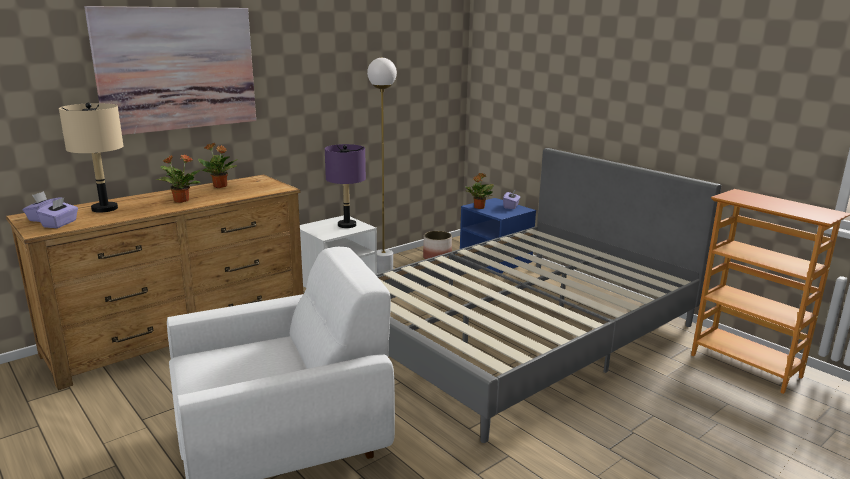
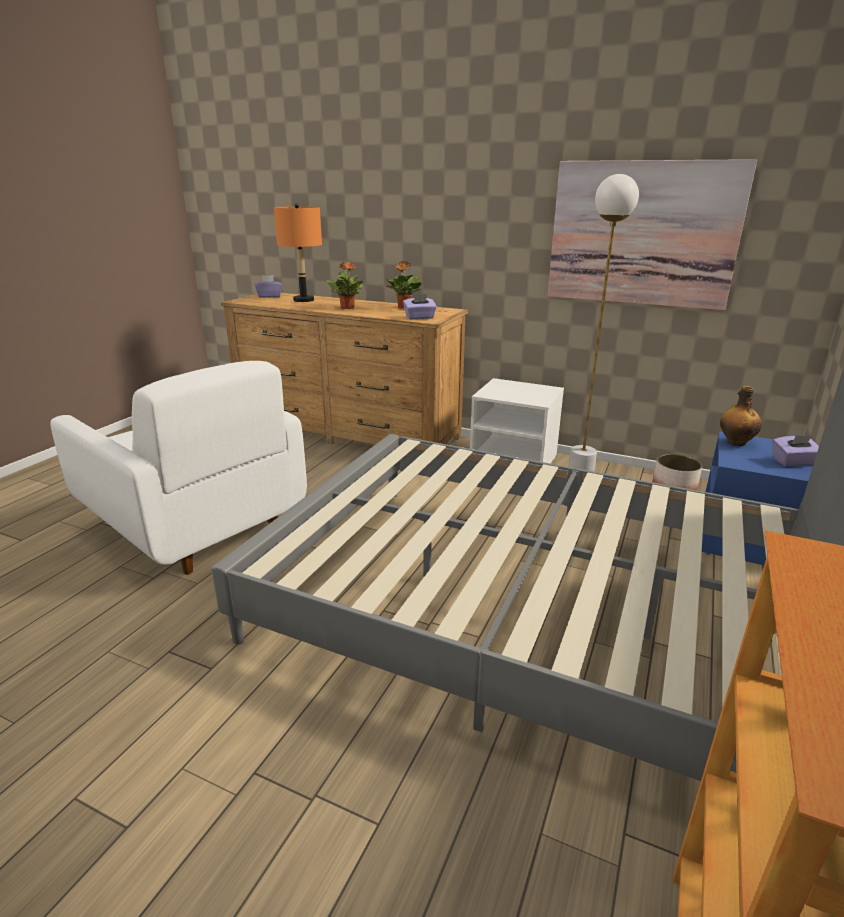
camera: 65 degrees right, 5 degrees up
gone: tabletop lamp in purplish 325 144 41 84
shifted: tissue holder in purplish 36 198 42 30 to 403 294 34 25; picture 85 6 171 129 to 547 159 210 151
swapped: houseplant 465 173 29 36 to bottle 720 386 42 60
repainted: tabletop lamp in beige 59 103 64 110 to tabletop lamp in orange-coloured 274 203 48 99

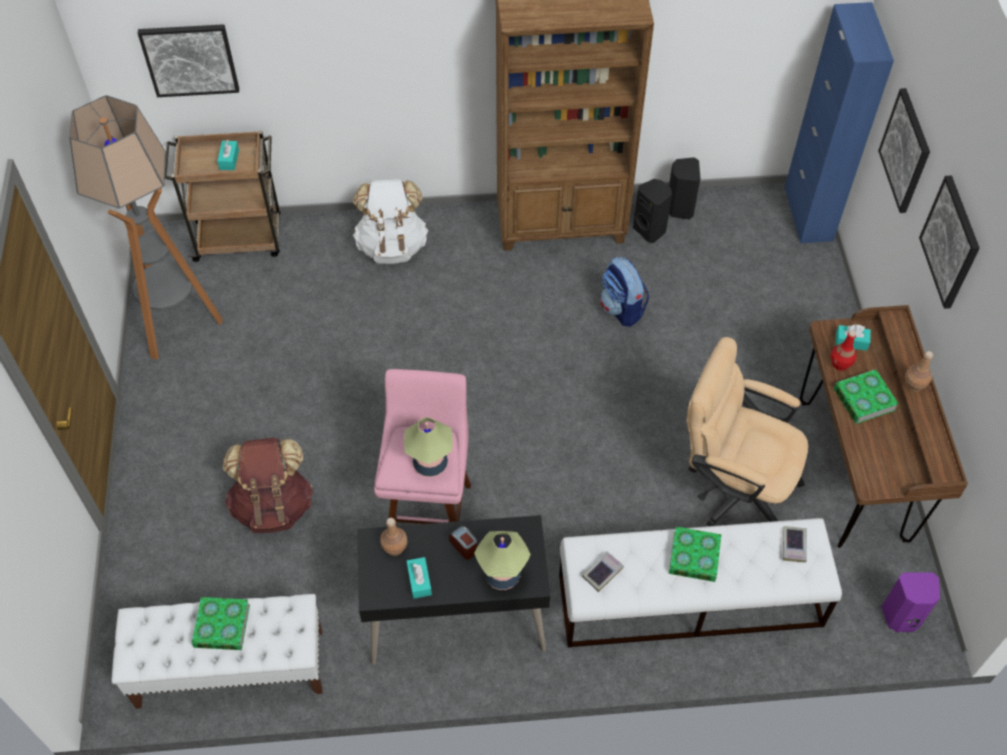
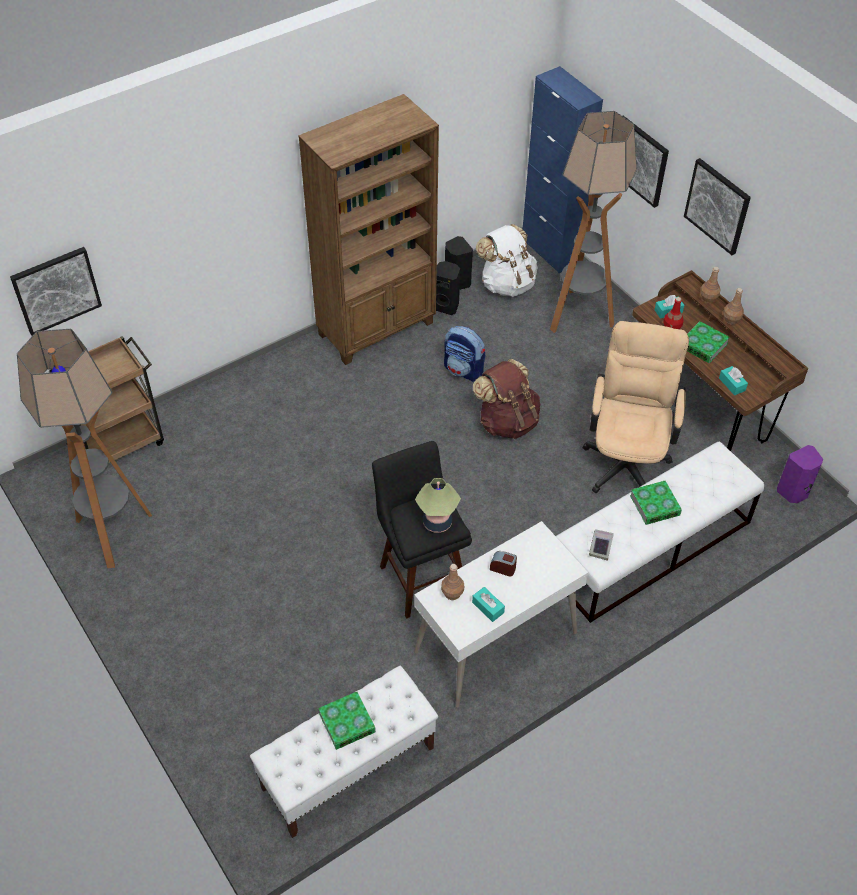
camera: 30 degrees left, 5 degrees down
gone: tabletop lamp 474 531 57 59; volume 783 526 24 36
new: standing lamp 550 111 87 222; bottle in brown-coloured 700 267 21 36
shifted: tissue holder in turquoise 217 140 22 30 to 719 366 29 29; knapsack in brown-coloured 223 438 90 95 to 473 359 67 80; knapsack in white-coloured 353 179 76 85 to 476 224 62 73
repainted: desk table in blackish 357 515 193 150 to desk table in white-coloured 414 521 174 187; sitting stool in pink 374 369 97 155 to sitting stool in blackish 372 441 100 178
rotated: desk chair in beige 687 337 121 189 = 583 321 106 173 105 degrees clockwise

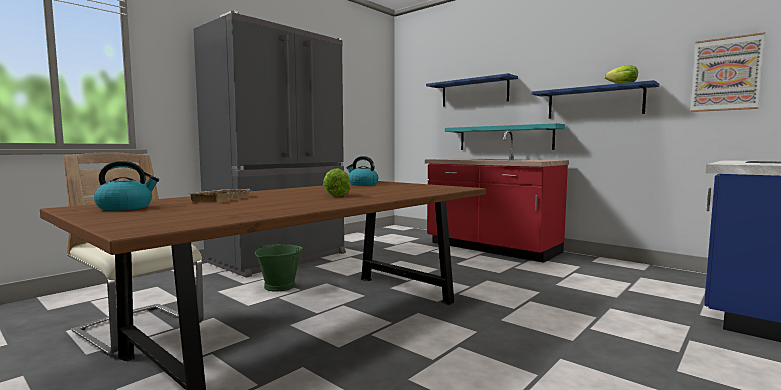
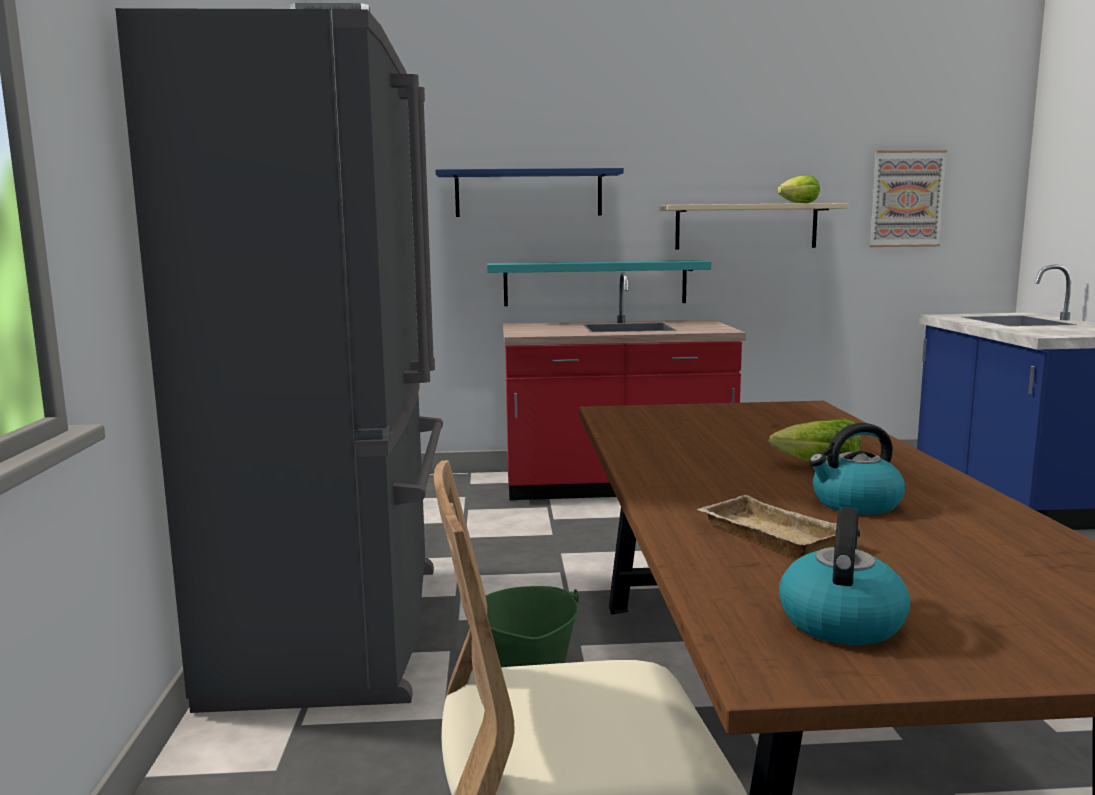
camera: 45 degrees left, 5 degrees up
shifted: tea kettle 347 156 31 30 to 809 423 96 92
repainted: bracket shelf in blue 531 80 128 38 to bracket shelf in beige 660 203 189 47

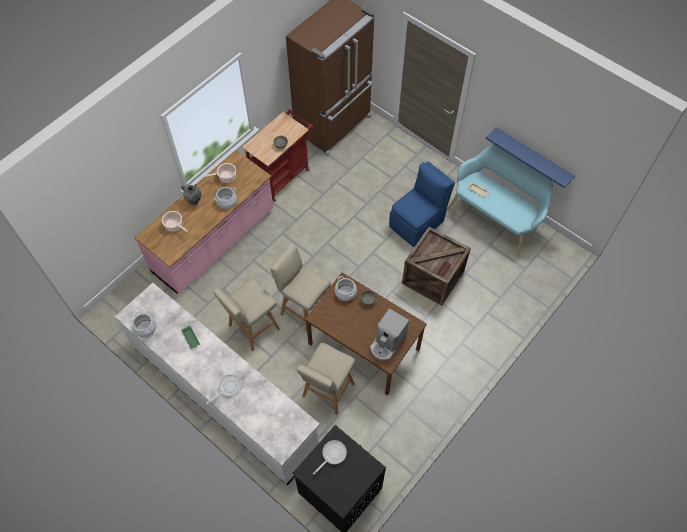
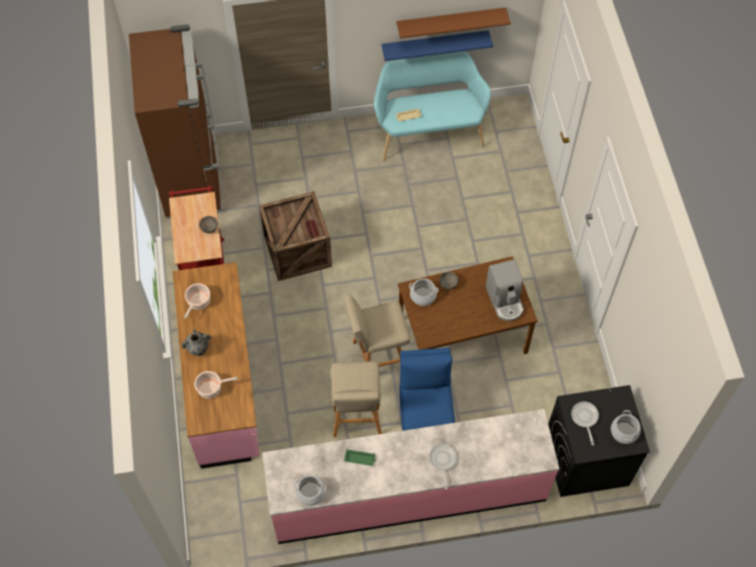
camera: 50 degrees left, 0 degrees up
gone: sitting stool in beige 297 343 58 72
new: bracket shelf in brown-coloured 396 7 115 31
shifted: saucepot 215 187 22 22 to 611 410 30 34; upright chair in blue 389 161 66 86 to 399 348 56 83; shipping crate 402 227 69 79 to 259 191 73 90
repainted: kitchen base unit in white-coloured 115 283 205 203 to kitchen base unit in pink 262 409 298 135

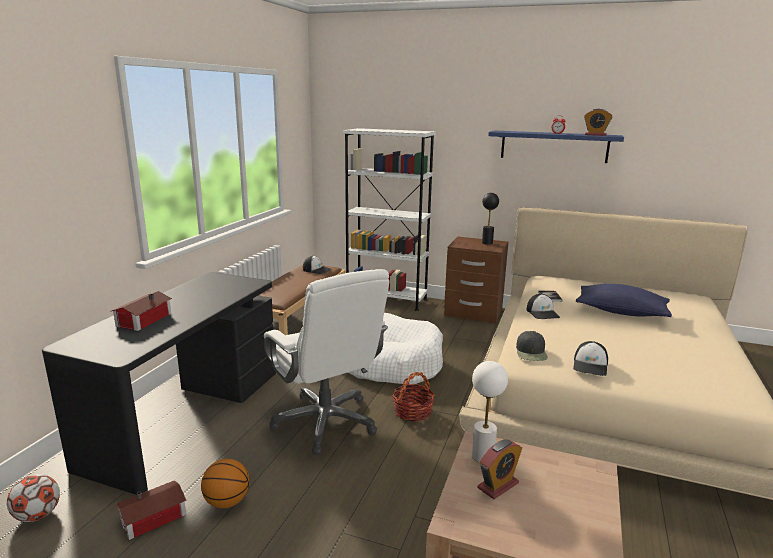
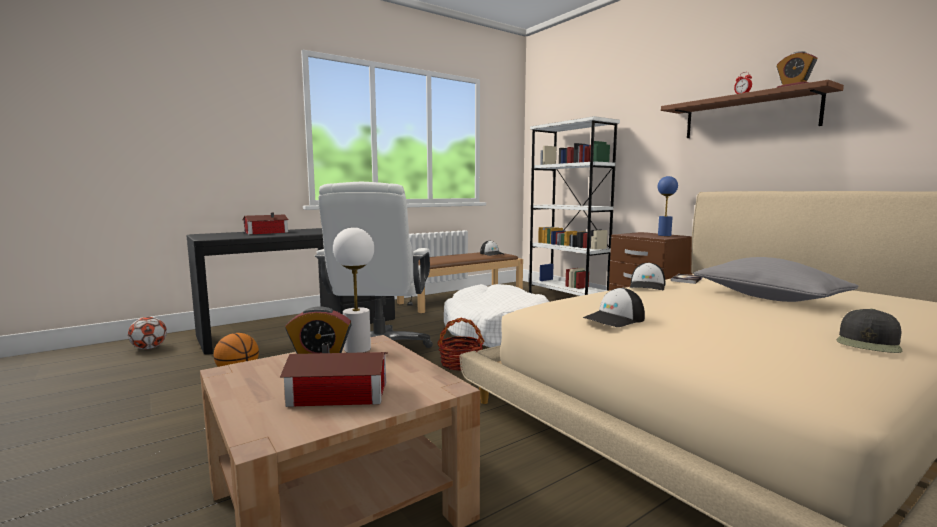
camera: 35 degrees right, 10 degrees down
shifted: miniature house 116 480 70 60 to 280 343 108 64; peaked cap in blackish 516 331 32 30 to 837 309 65 44
repainted: tabletop lamp in blackish 482 193 17 52 to tabletop lamp in blue 658 176 20 60; bracket shelf in blue 488 131 136 32 to bracket shelf in brown-coloured 661 80 183 58; pillow in blue 576 284 96 33 to pillow in grey 694 257 165 45

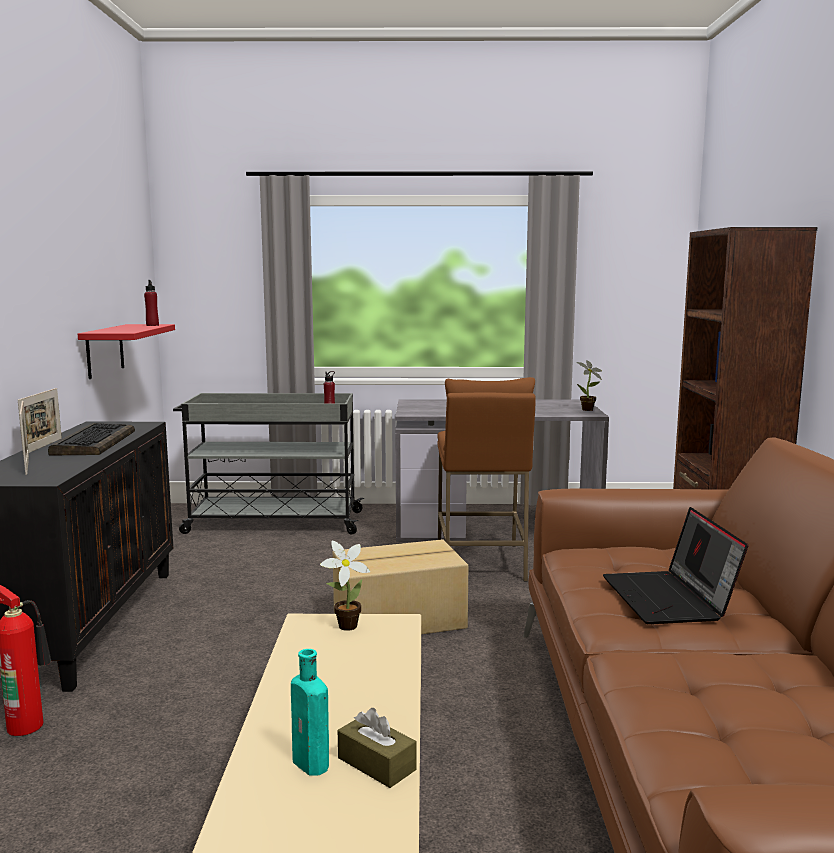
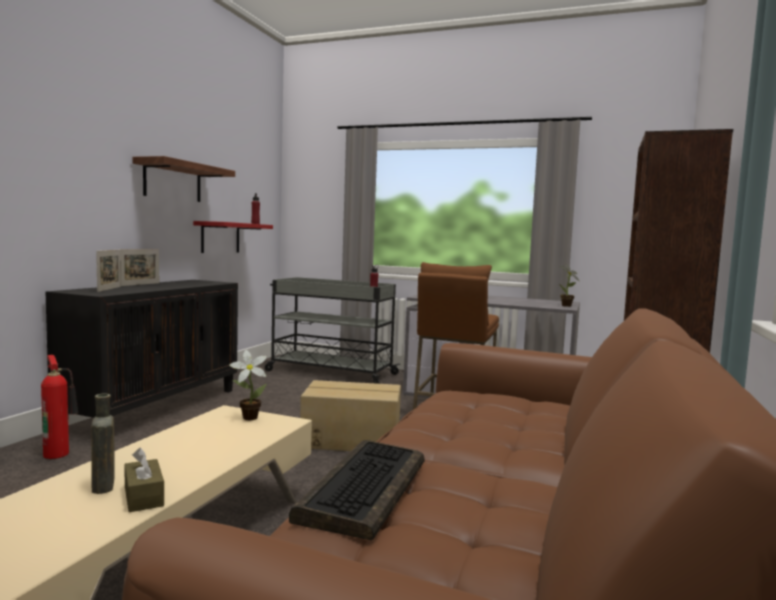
camera: 20 degrees right, 5 degrees down
gone: portable computer 603 507 145 117
new: bracket shelf 133 156 102 46
shifted: keyboard 48 423 87 33 to 289 440 136 101
repainted: bottle in turquoise 291 649 38 127 to bottle in brown-coloured 91 394 24 100

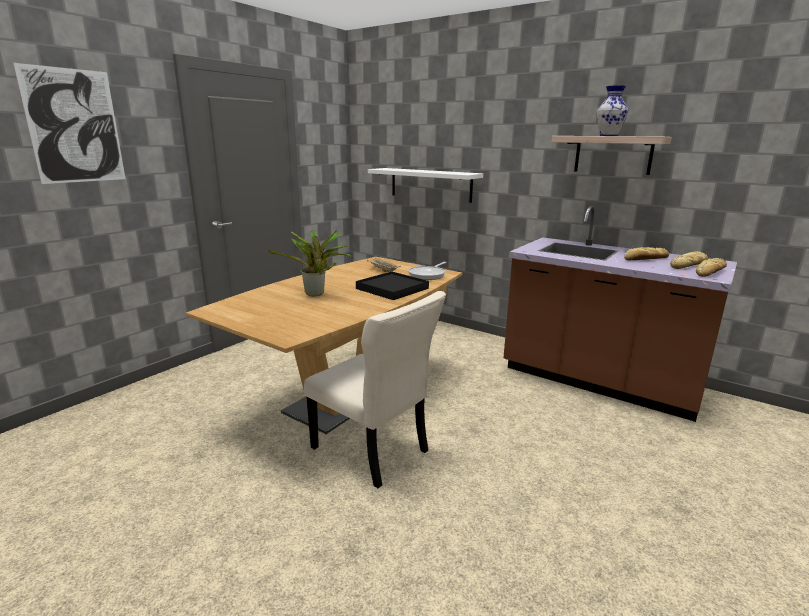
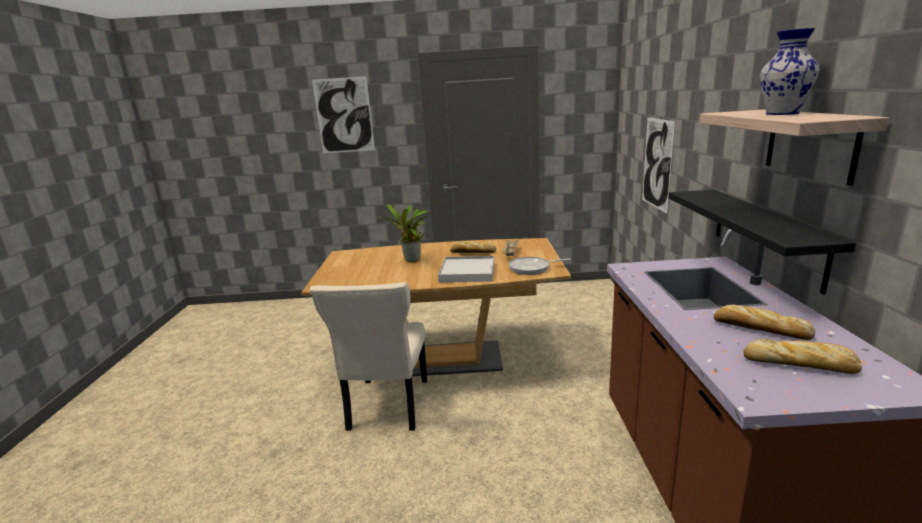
camera: 55 degrees right, 0 degrees up
new: bracket shelf in blackish 668 190 188 104
shifted: baked bread 696 258 31 19 to 450 241 46 12
swapped: bracket shelf in white-coloured 368 168 115 35 to picture 642 118 33 96
repainted: serving tray in blackish 356 271 73 29 to serving tray in white-coloured 438 256 56 26

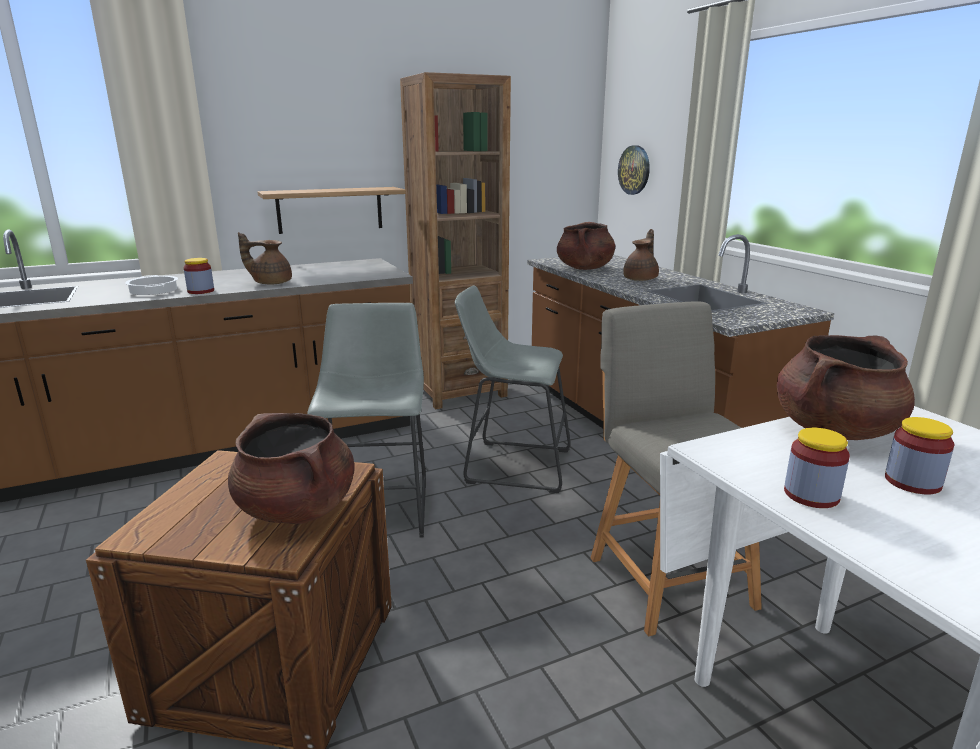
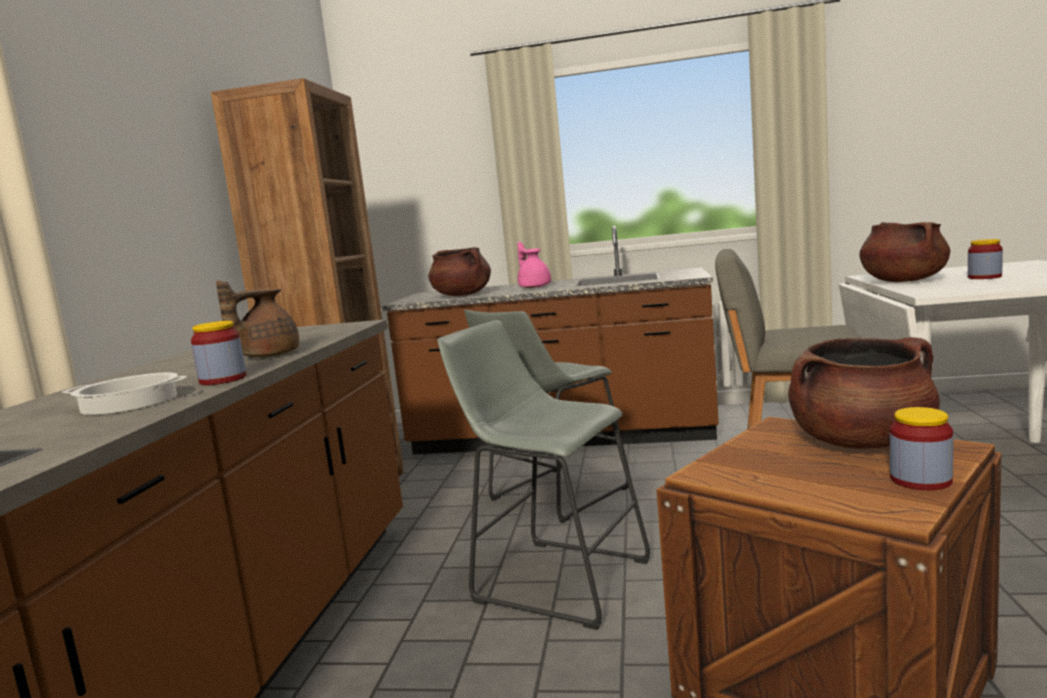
camera: 55 degrees left, 10 degrees down
gone: bracket shelf 258 187 148 47; wall clock 618 145 32 50
shifted: storage jar 784 428 66 80 to 890 407 63 83
repainted: teapot in brown-coloured 623 229 36 52 to teapot in pink 518 242 33 46

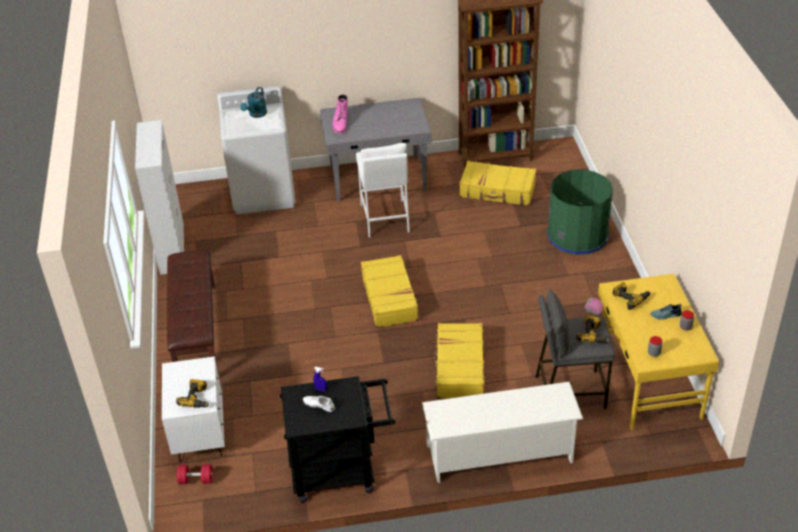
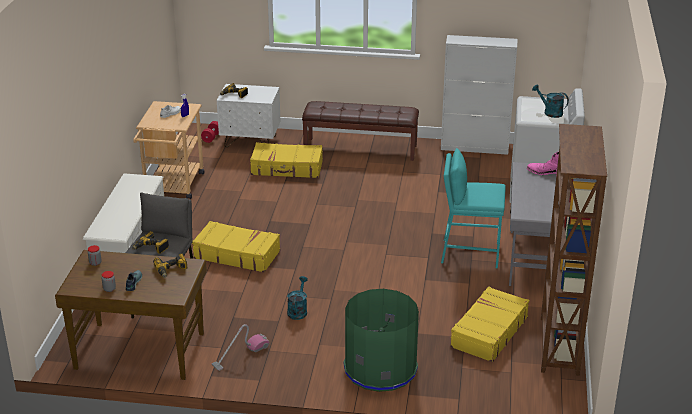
camera: 105 degrees right, 10 degrees down
new: sprinkling can in turquoise 287 276 21 44
shifted: travel case in yellow 361 255 59 73 to 250 142 73 36
repainted: wheeled cart in blackish 280 376 116 127 to wheeled cart in beige 133 101 72 98; sitting stool in white-coloured 356 143 54 94 to sitting stool in turquoise 441 148 65 120; desk table in yellow 598 274 121 156 to desk table in brown-coloured 55 250 152 130

